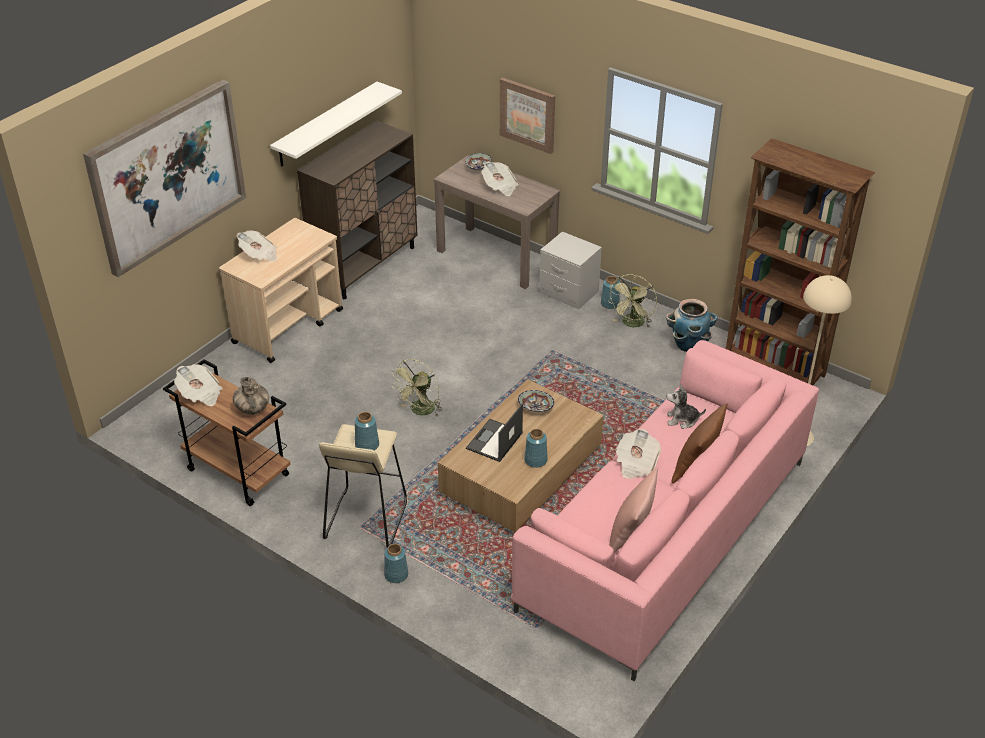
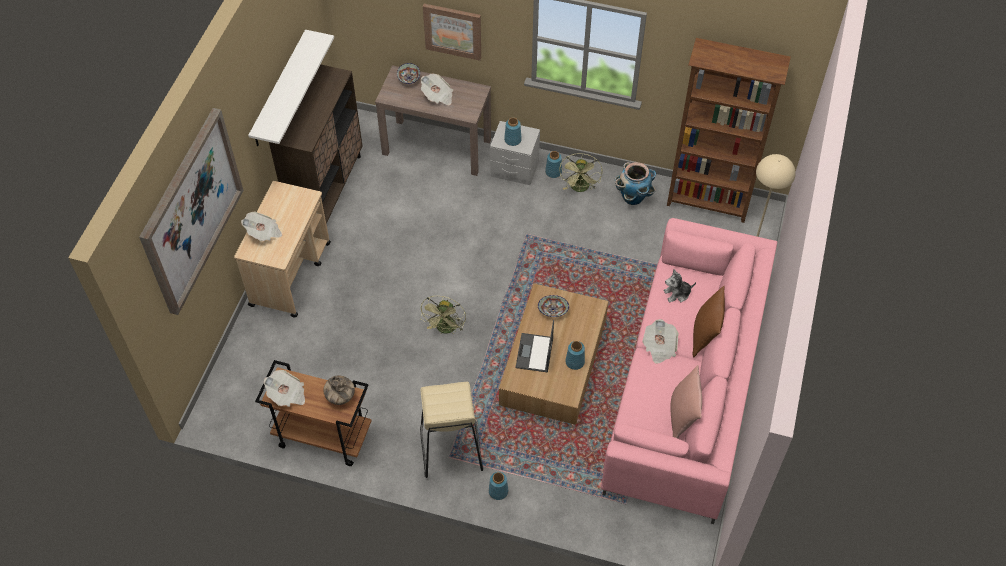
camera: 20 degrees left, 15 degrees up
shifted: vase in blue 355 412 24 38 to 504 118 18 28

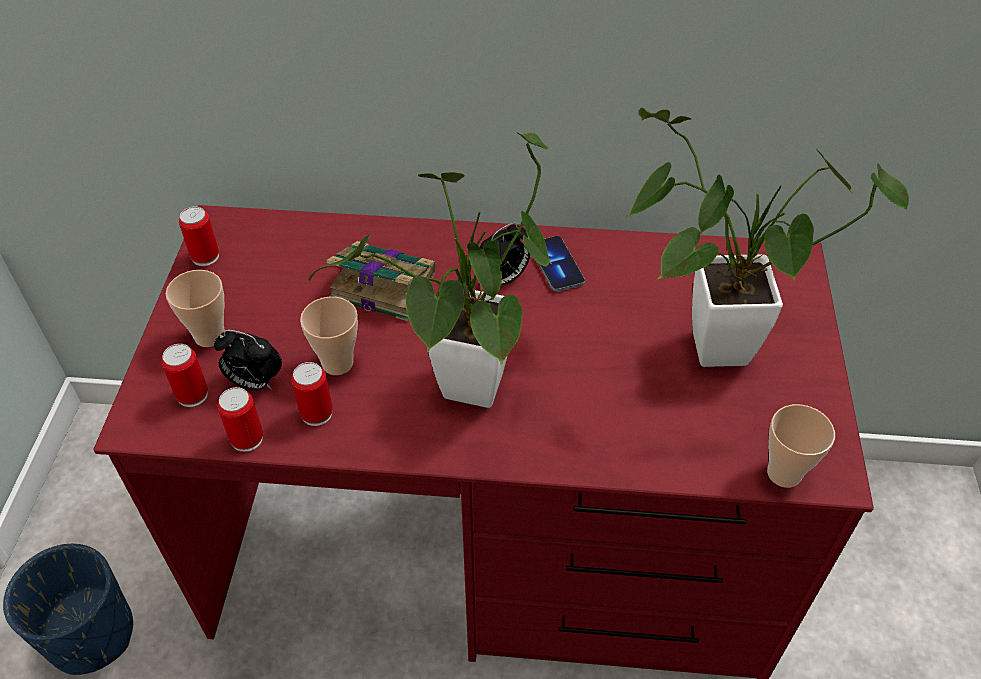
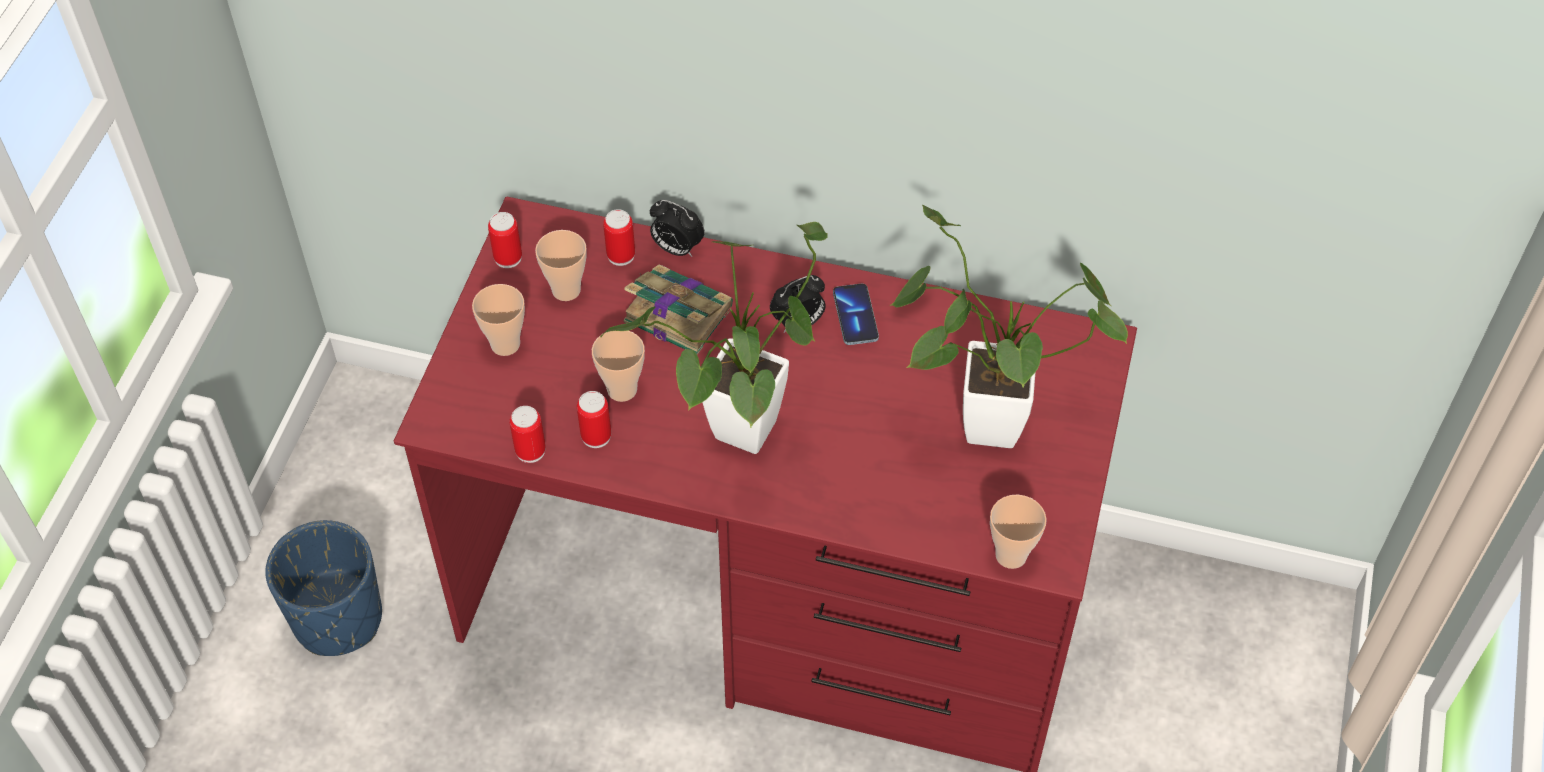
camera: 10 degrees right, 5 degrees up
new: small cup 535 230 52 71
shifted: sealed can 162 344 46 63 to 603 209 32 57; bedside clock 214 330 68 61 to 650 200 55 57

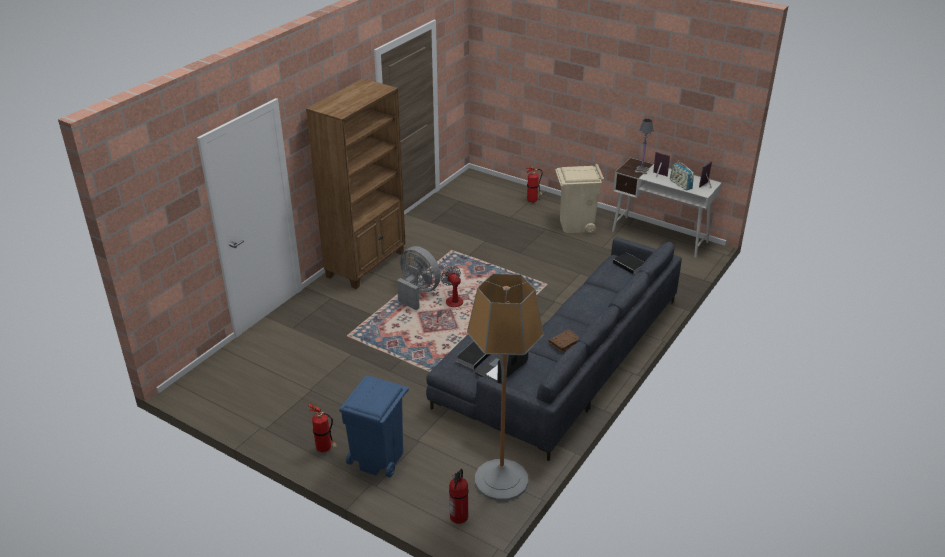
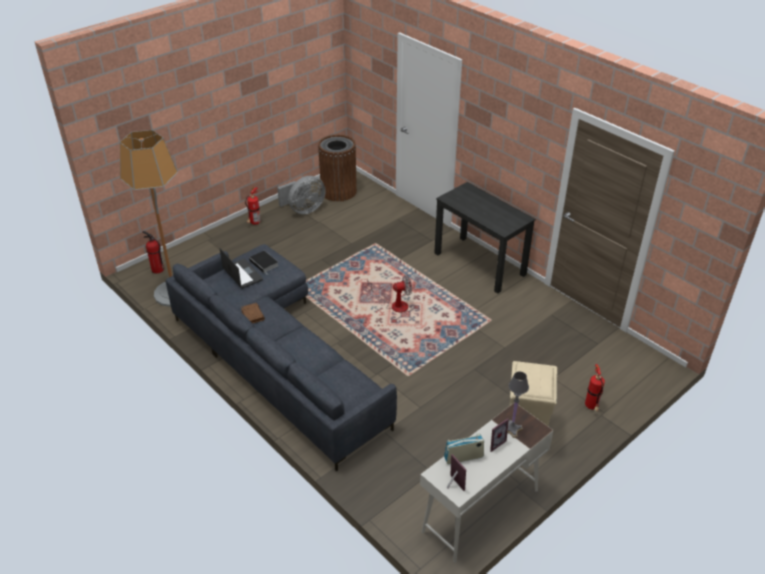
camera: 105 degrees right, 5 degrees up
gone: trash can in blue 339 376 70 101; volume 613 253 31 22
new: trash can in brown-coloured 318 135 39 67
shifted: electric fan in grey 397 246 44 64 to 277 176 49 38
swapped: bookcase in brown-coloured 306 79 100 210 to desk table in blackish 434 182 102 111

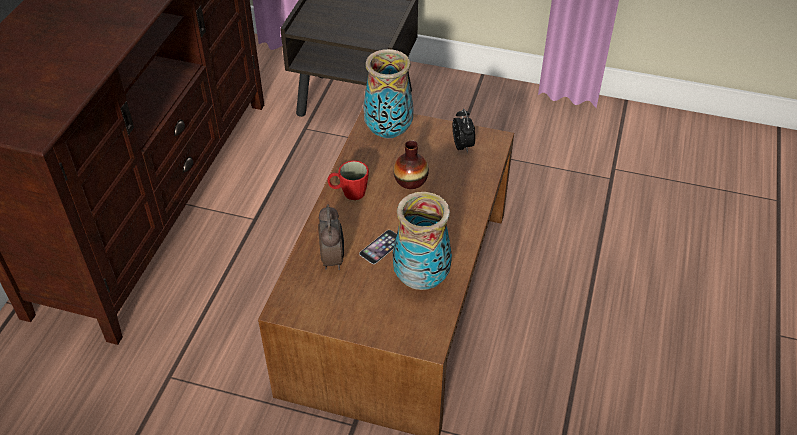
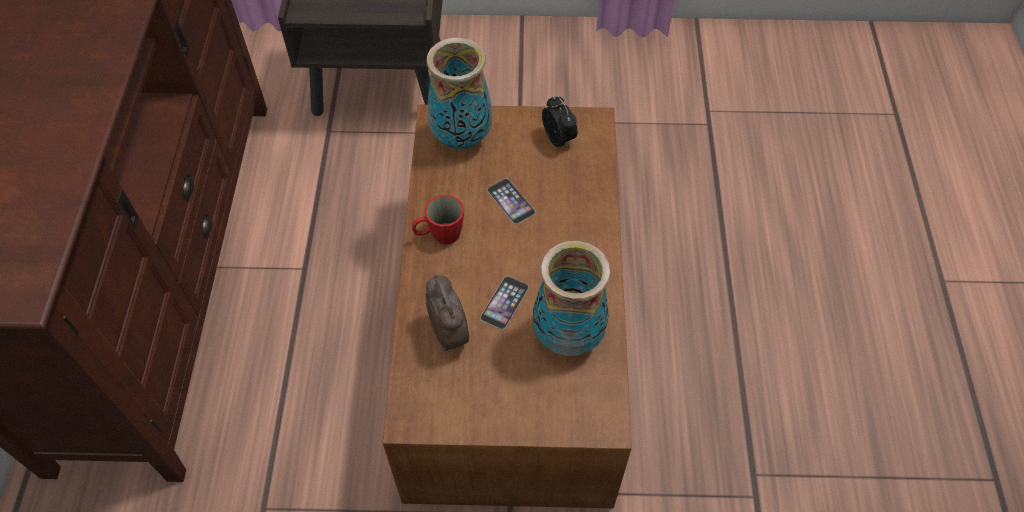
camera: 15 degrees left, 10 degrees up
swapped: vase 393 141 36 48 to phone 487 178 49 46

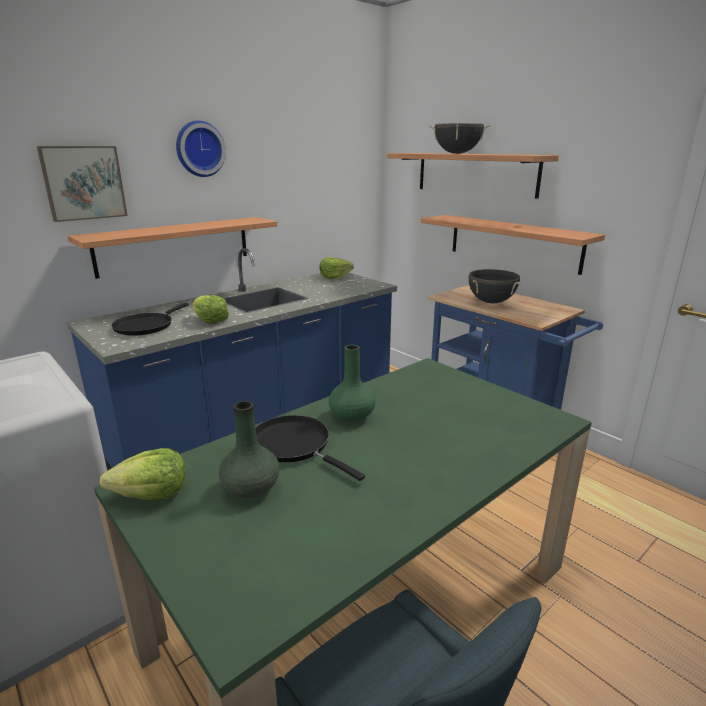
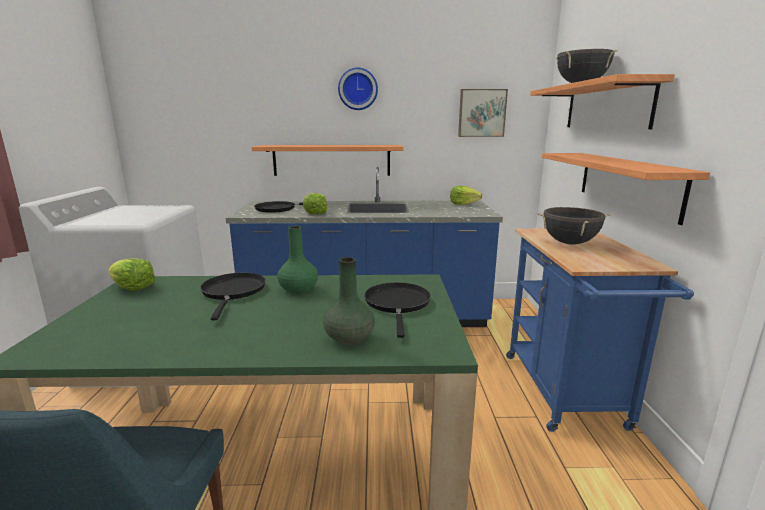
camera: 40 degrees right, 5 degrees down
new: skillet in blackish 364 282 67 56
shifted: picture 37 146 91 76 to 458 89 50 48; vase in green 219 401 61 98 to 323 257 52 88

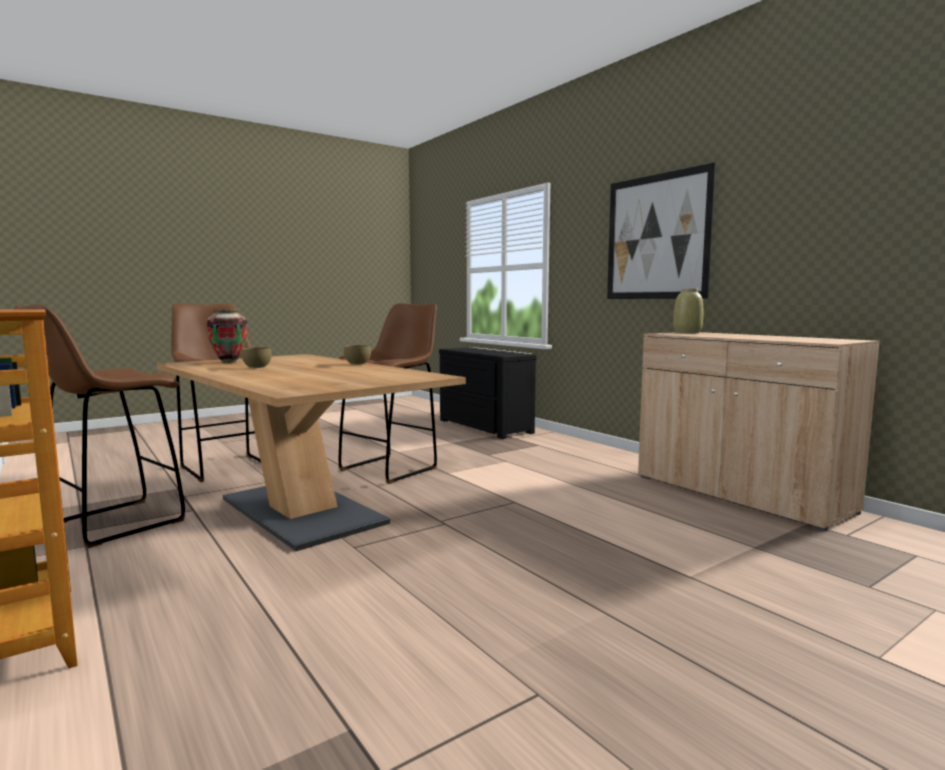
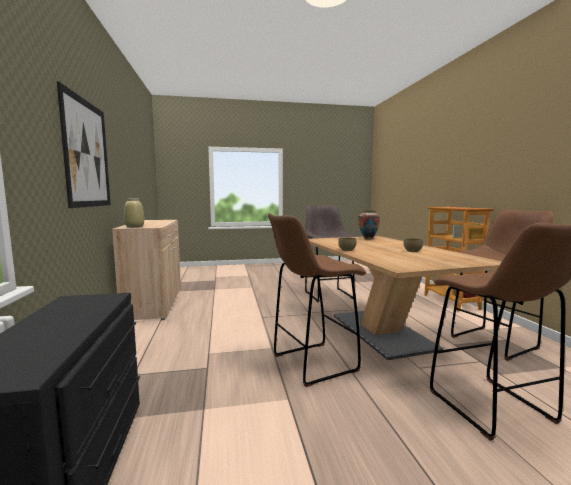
camera: 155 degrees left, 0 degrees up
new: sitting stool in grey 305 205 51 97
shifted: vase 206 309 42 54 to 358 210 22 30

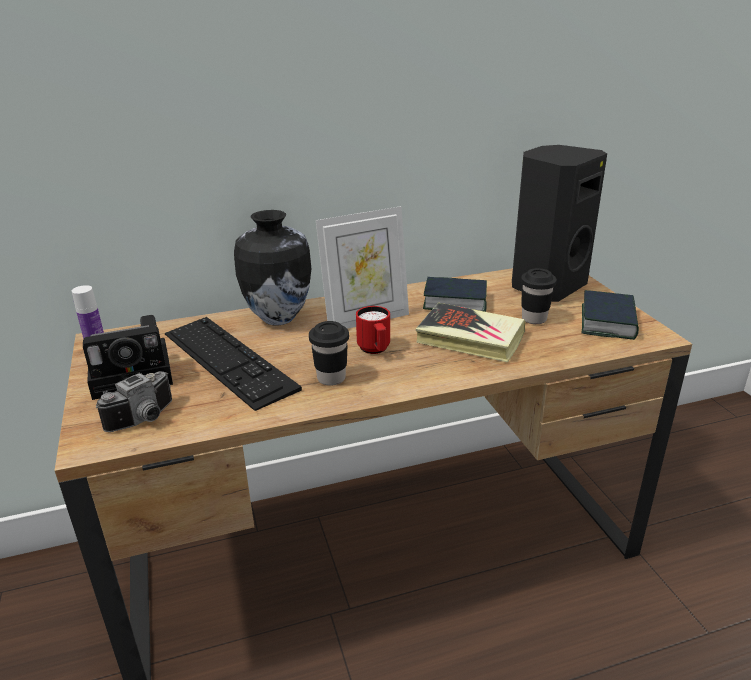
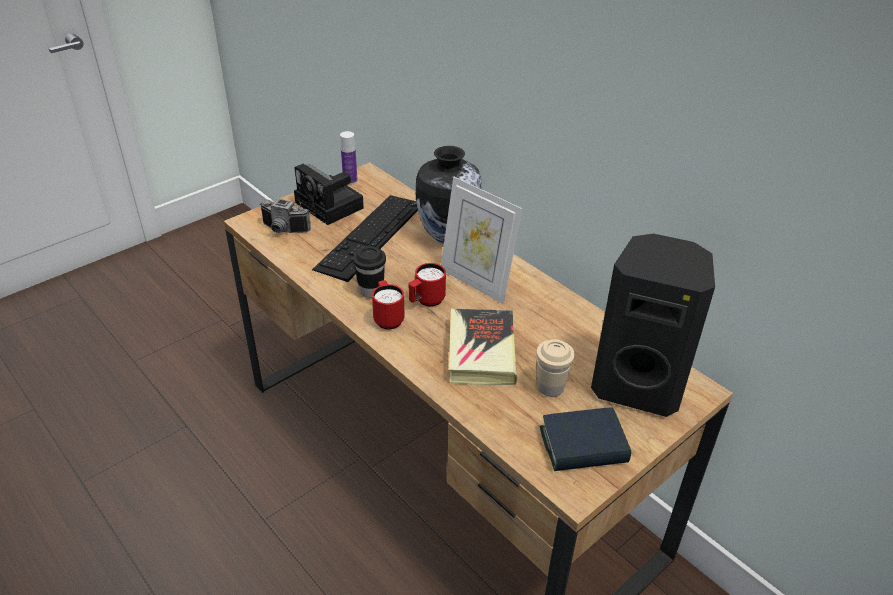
camera: 65 degrees right, 10 degrees up
gone: volume 423 277 64 35
new: tea mug in red 372 280 33 49
repainted: small cup in blackish 521 268 36 56 to small cup in beige 536 339 39 58

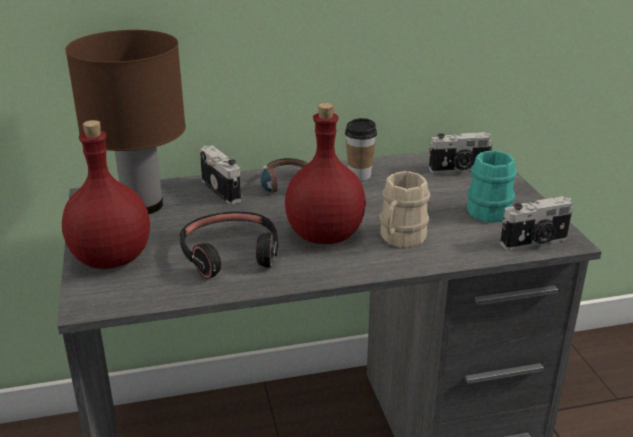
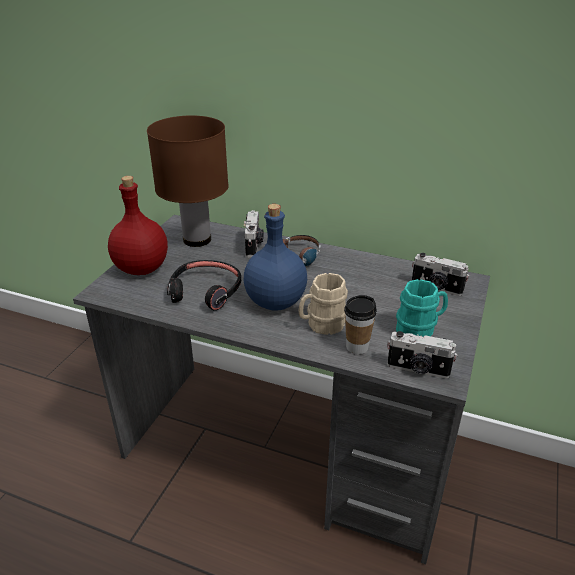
camera: 35 degrees right, 5 degrees up
shifted: small cup 345 118 32 63 to 344 295 33 59
repainted: bottle in red 285 103 81 141 to bottle in blue 244 204 63 107

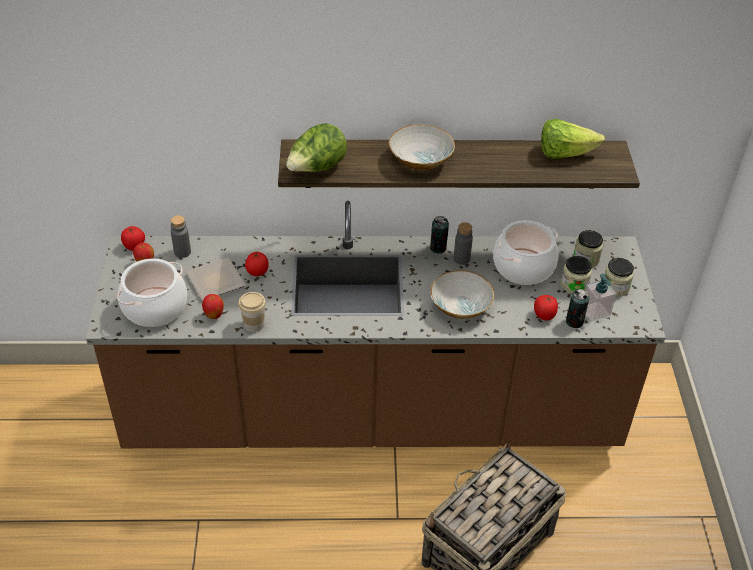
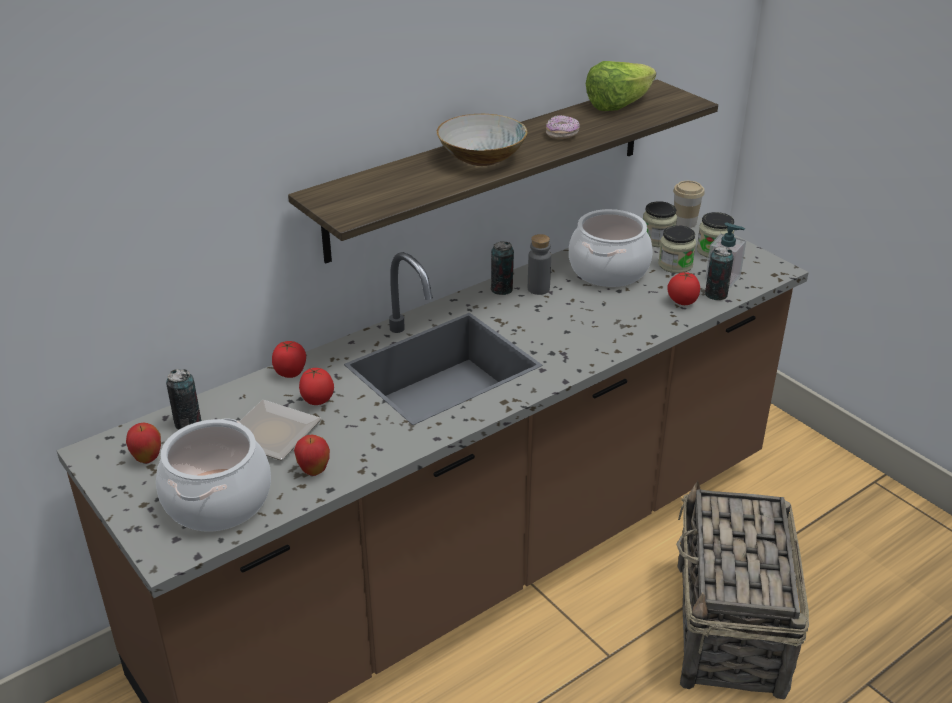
camera: 35 degrees left, 10 degrees down
gone: lettuce head 286 123 61 49; serving bowl 430 270 64 49
new: doughnut 546 115 34 24
shifted: fresh tomato 121 226 24 25 to 272 341 34 37; small cup 238 292 28 40 to 673 181 32 47
swapped: bottle in grey 171 215 20 43 to sealed can 166 369 36 61

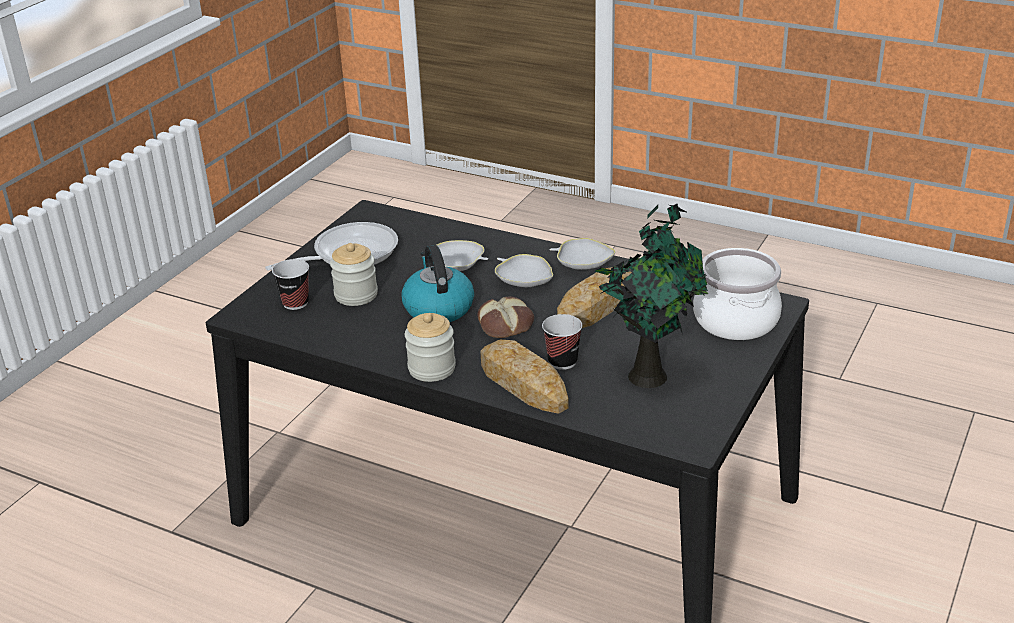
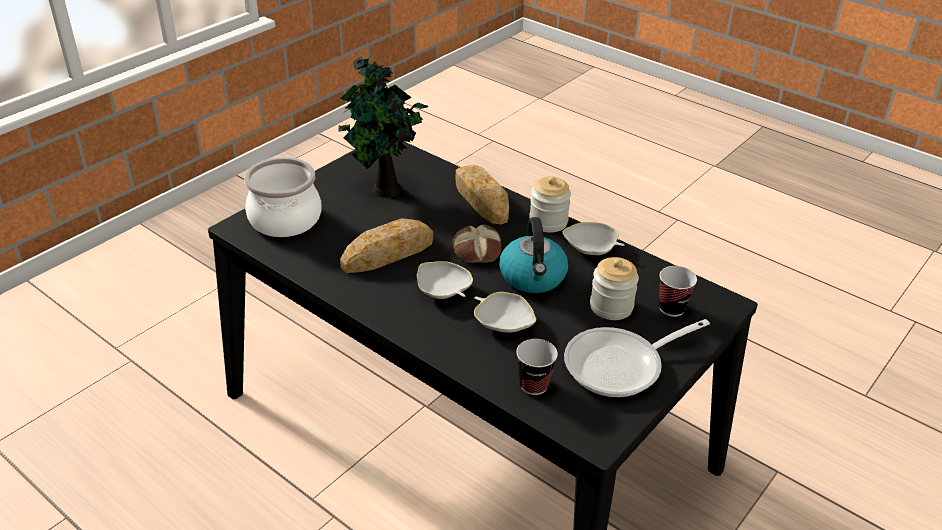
camera: 170 degrees left, 5 degrees up
shifted: small cup 542 314 40 56 to 516 339 42 56; serving bowl in white-coloured 549 238 66 32 to 563 222 61 33

